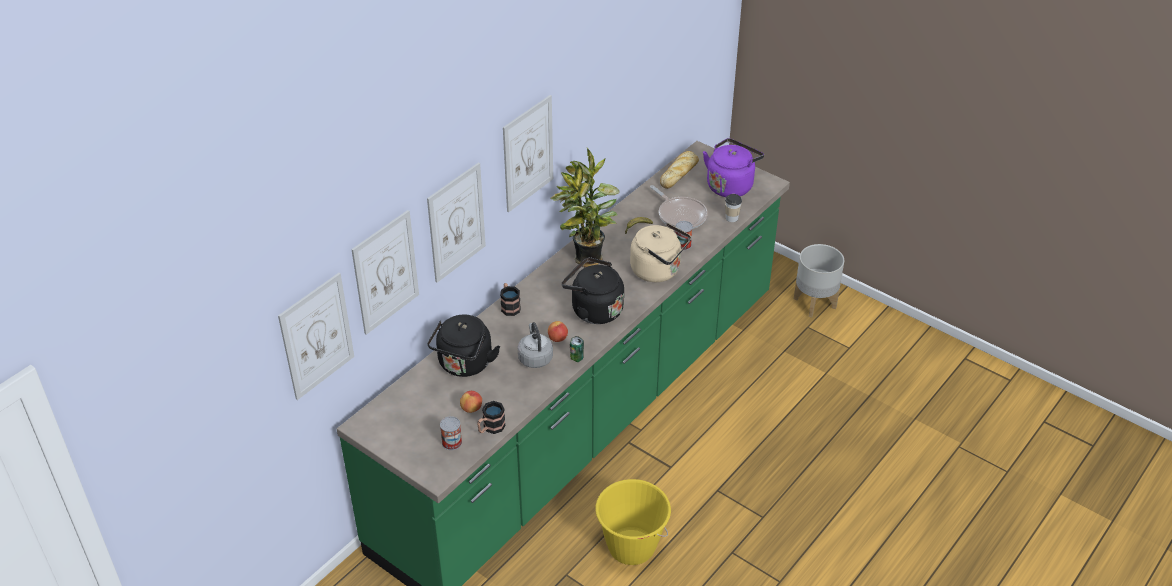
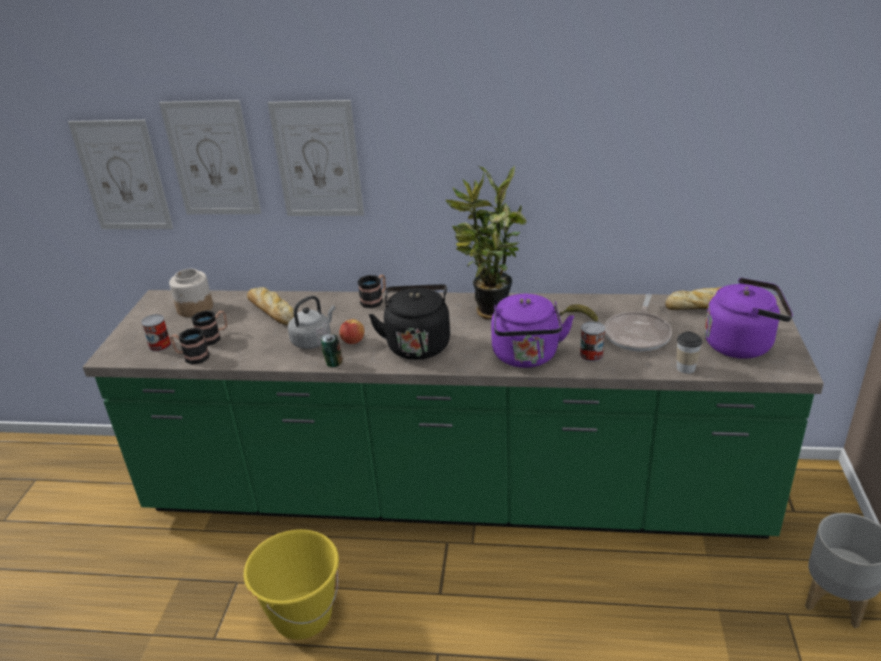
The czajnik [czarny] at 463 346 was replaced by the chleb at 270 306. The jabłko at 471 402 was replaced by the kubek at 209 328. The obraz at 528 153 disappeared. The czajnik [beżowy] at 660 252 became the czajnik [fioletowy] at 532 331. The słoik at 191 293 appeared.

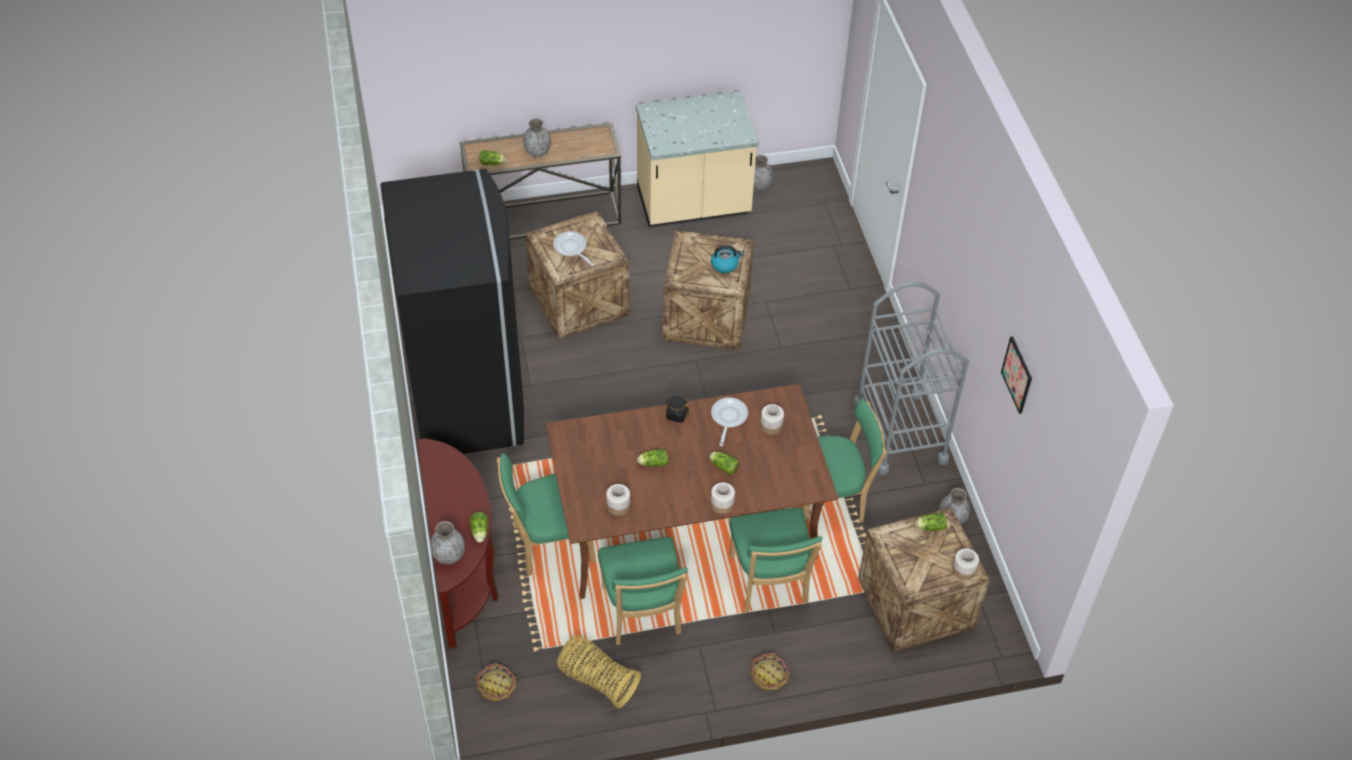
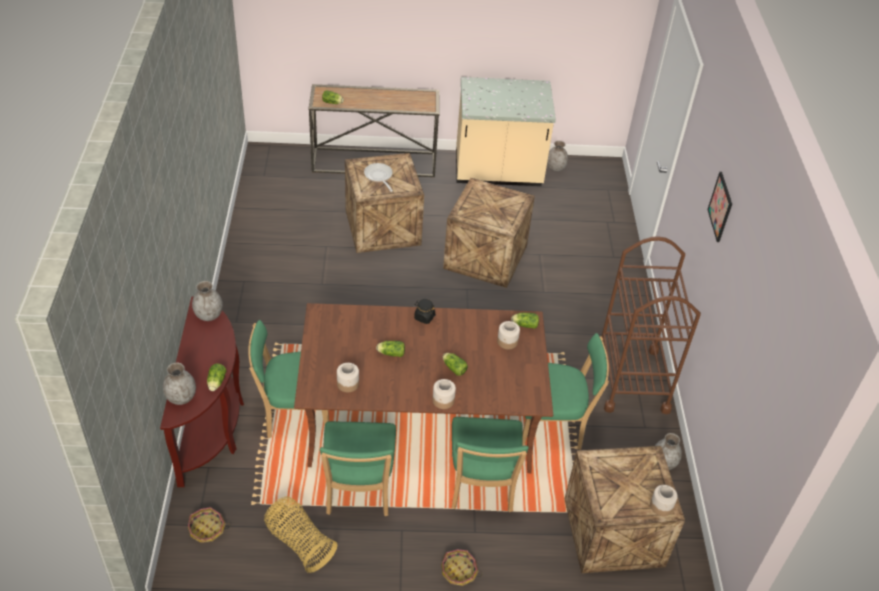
The lodówka [czarny] at 452 311 disappeared. The wazon [szary] moved from 537 137 to 207 301. The czajnik at 727 259 disappeared. The patelnia at 729 421 disappeared. The wózek [szary] at 911 378 became the wózek [brązowy] at 651 325. The sałata moved from 931 522 to 525 321. The obraz moved from 1016 375 to 719 207.

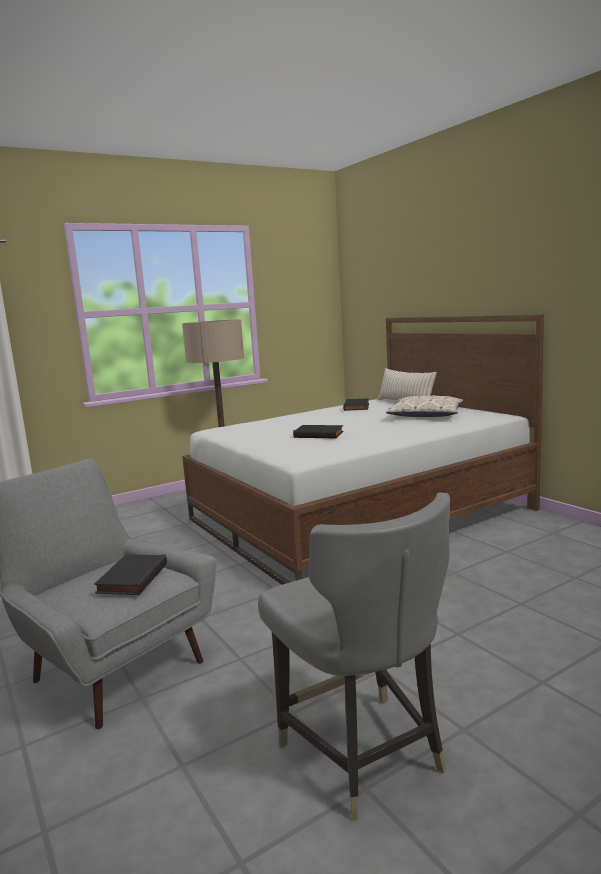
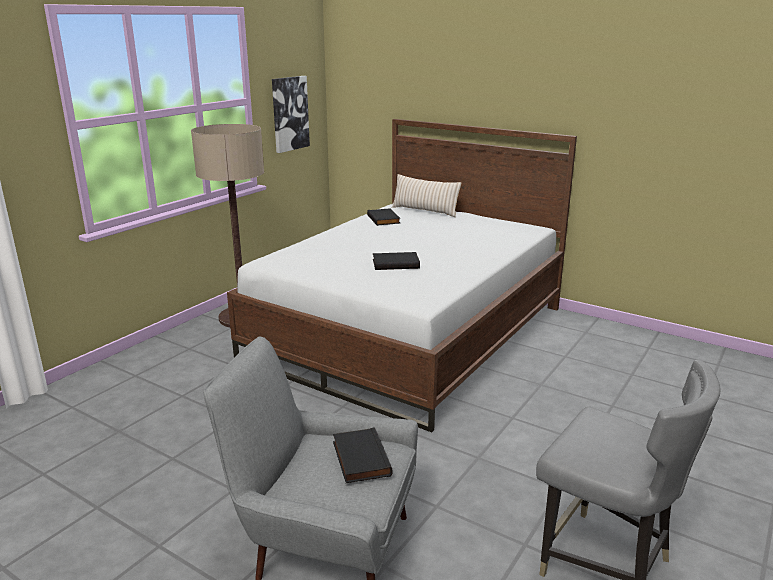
The poduszka at 425 406 disappeared. The obraz at 291 114 appeared.

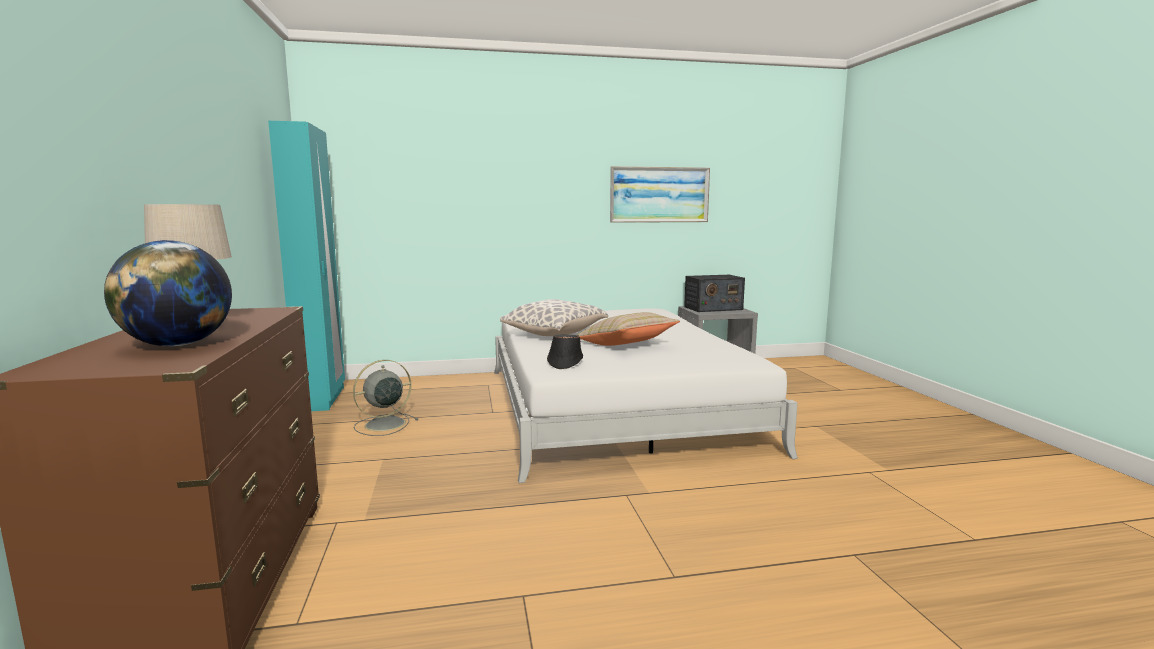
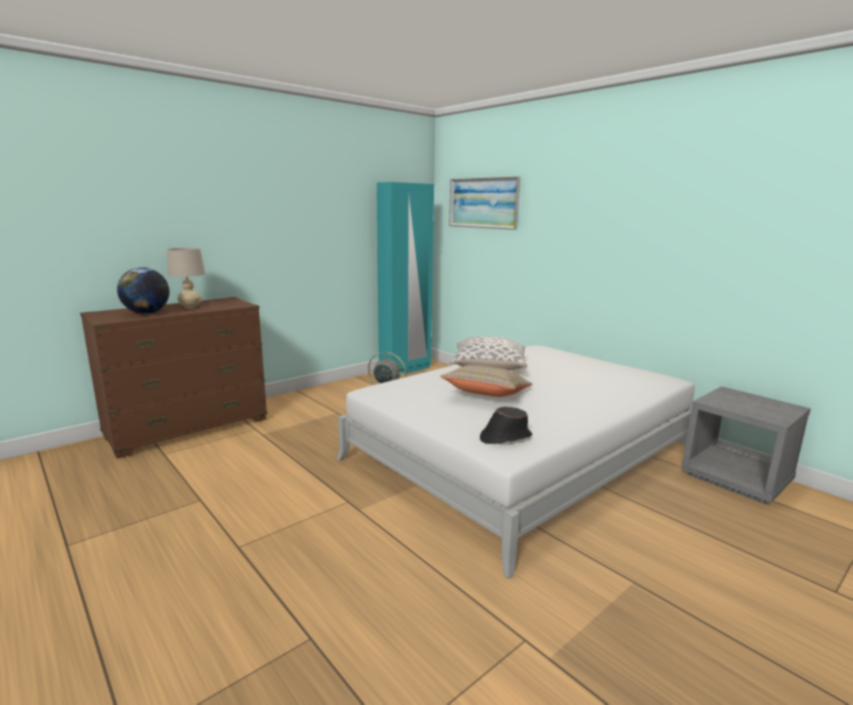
The kapelusz [czarny] moved from 565 351 to 506 425. The obraz moved from 660 194 to 485 203. The radio at 714 293 disappeared.

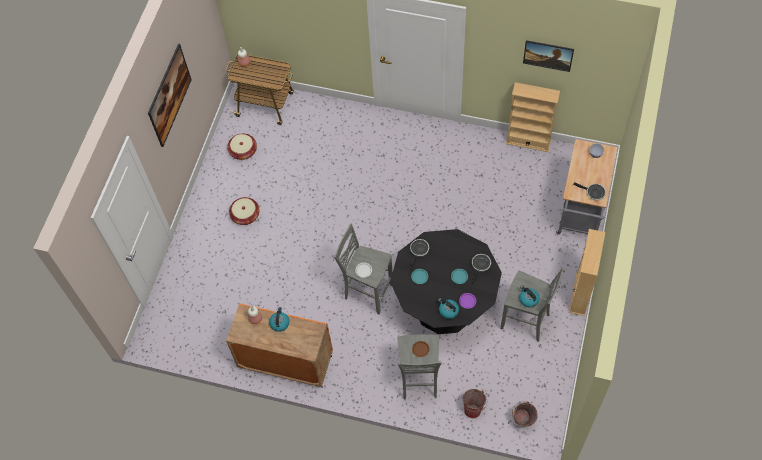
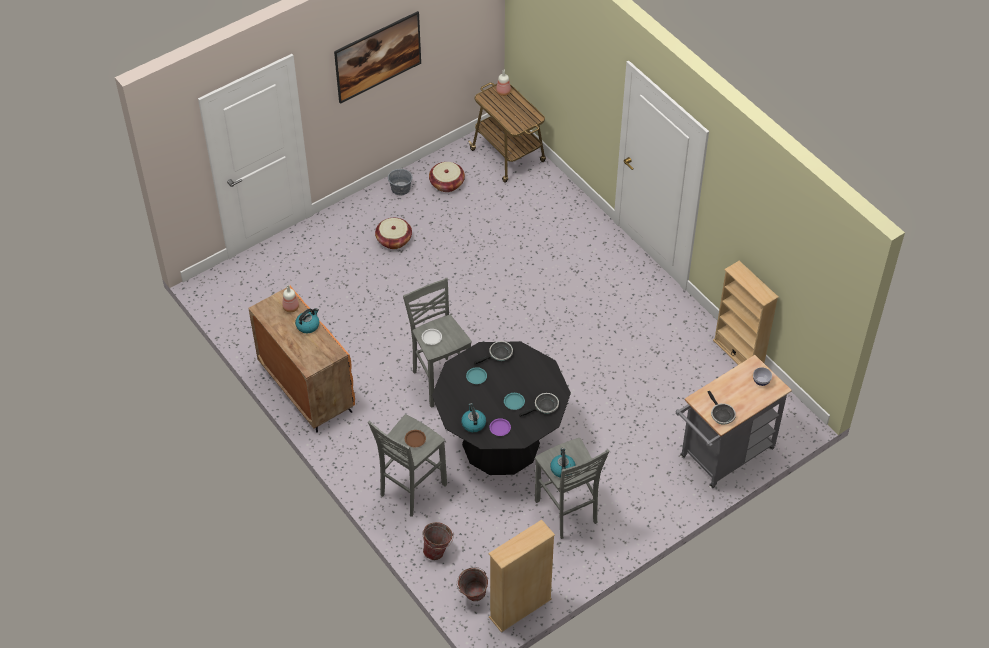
The obraz at 548 56 disappeared. The regał [beżowy] moved from 587 272 to 522 576. The wiadro [szary] at 400 180 appeared.

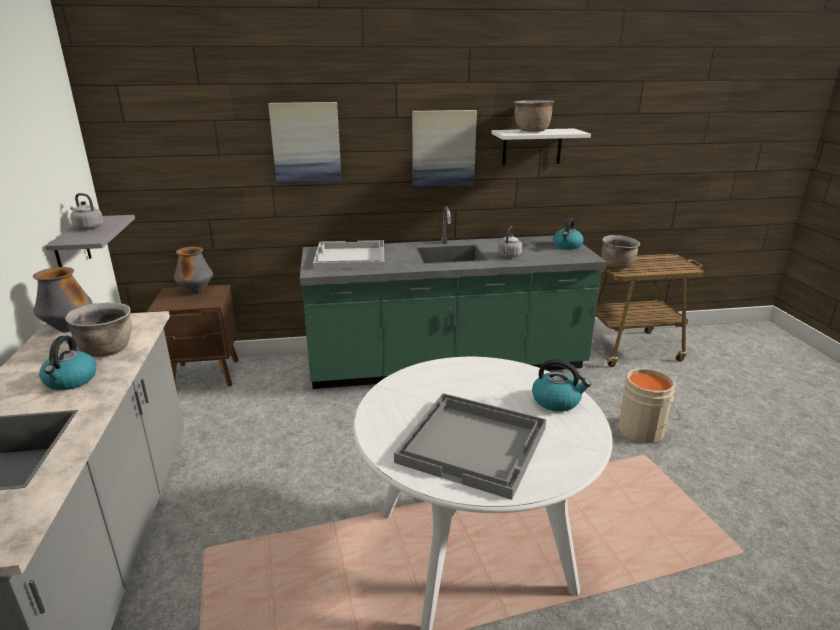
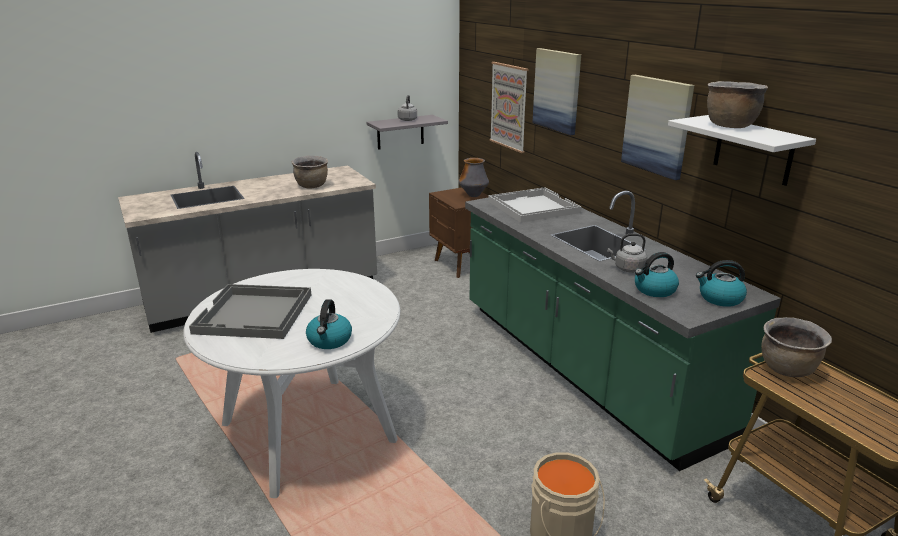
The wazon at 62 299 disappeared. The czajnik moved from 68 363 to 657 274. The obraz at 508 107 appeared.

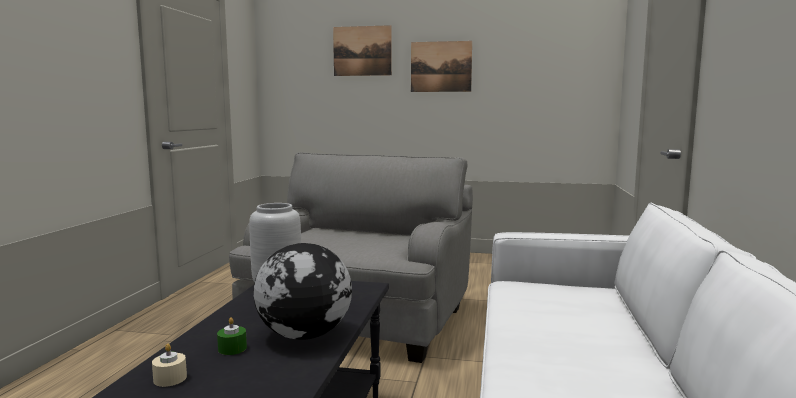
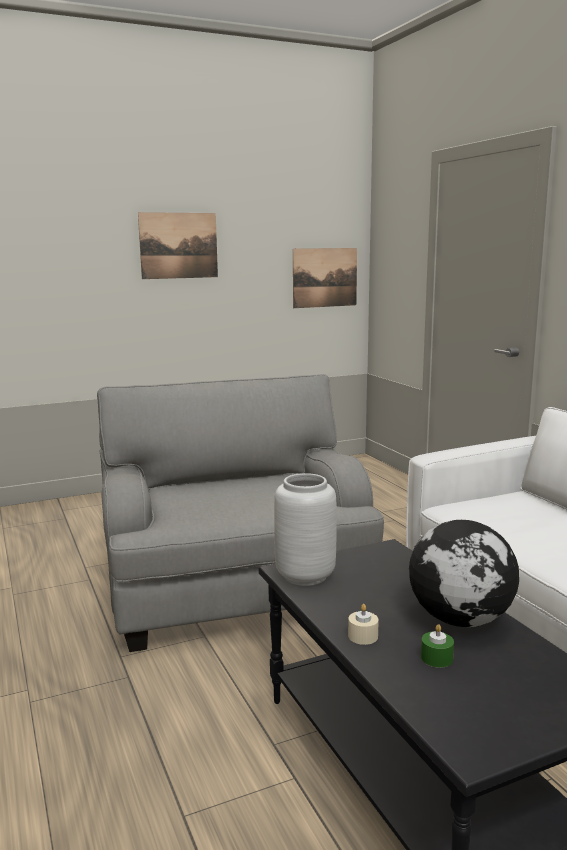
The świeca [beżowy] moved from 169 365 to 363 624. The obraz moved from 362 50 to 325 278.

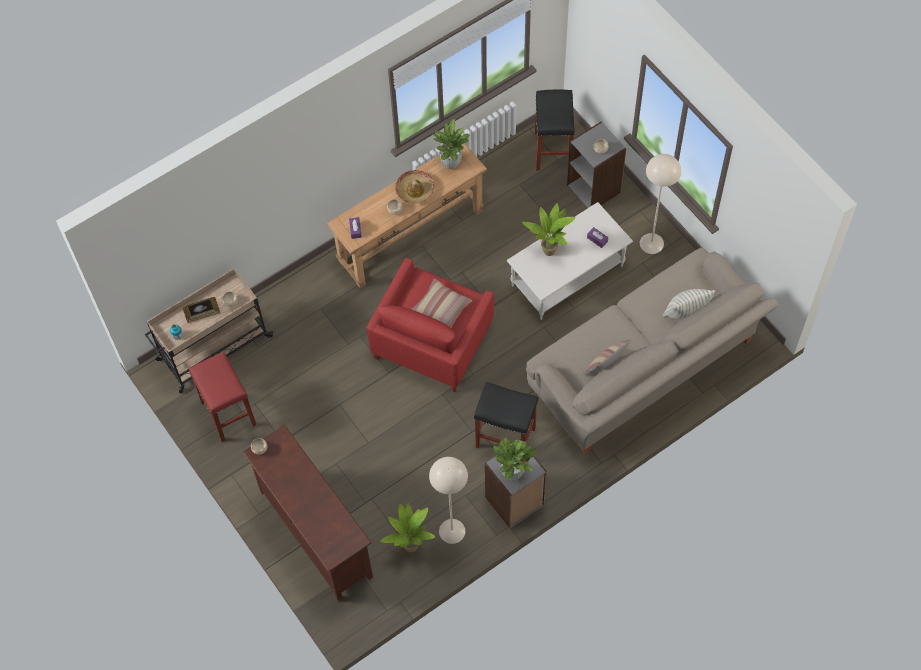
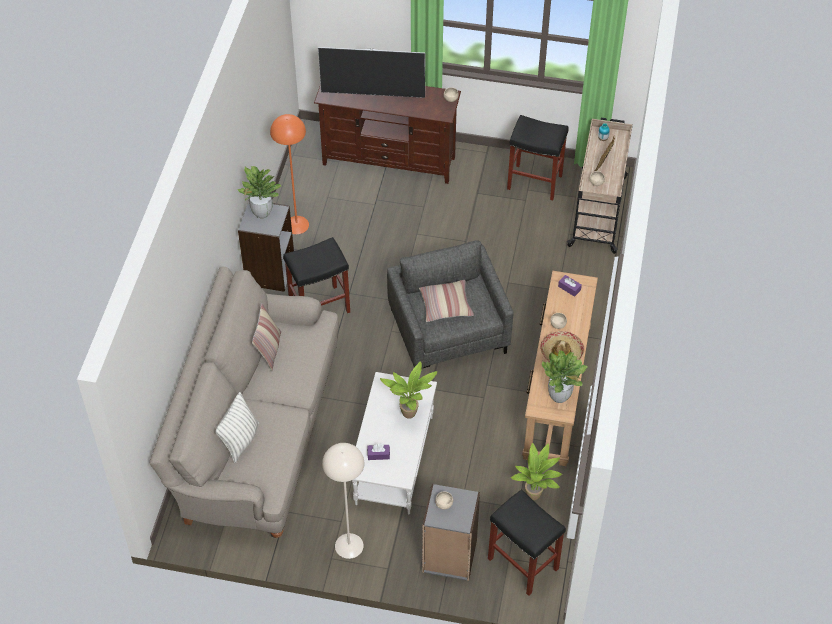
The stołek [czerwony] at 222 397 became the stołek [czarny] at 538 157. The fotel [czerwony] at 430 325 became the fotel [szary] at 450 304. The roślina doniczkowa moved from 407 527 to 536 471. The lampa stojąca [beżowy] at 448 500 became the lampa stojąca [pomarańczowy] at 289 174. The telewizor at 371 72 appeared.

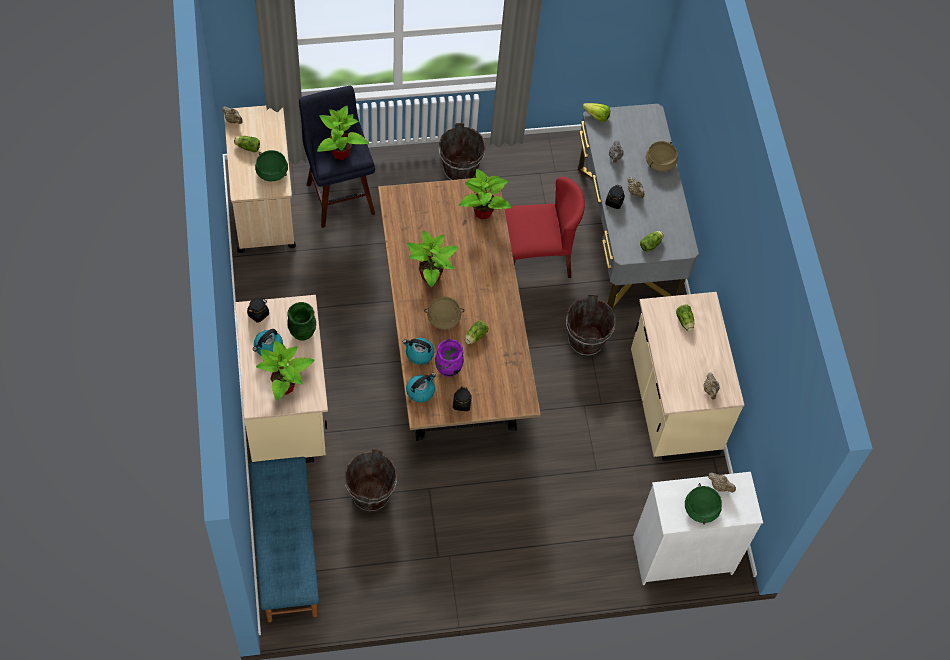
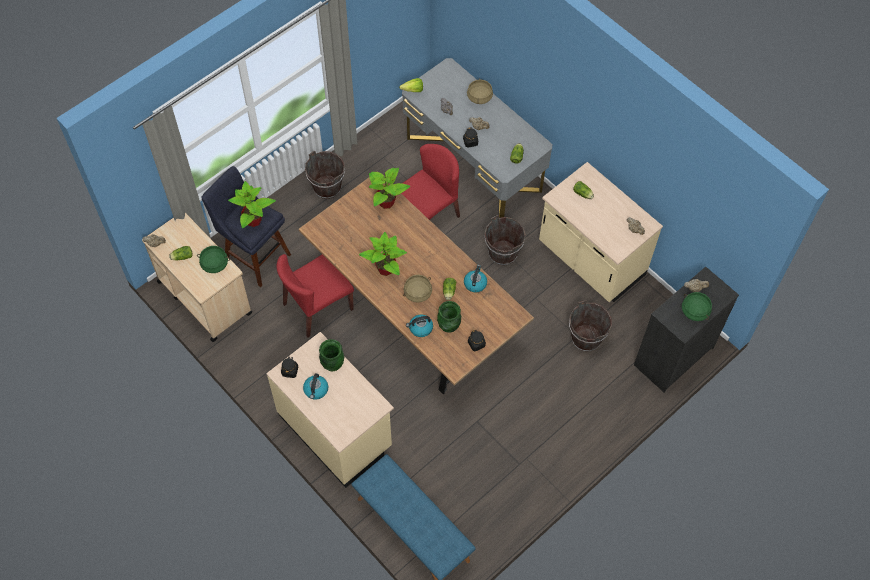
The roślina doniczkowa at 285 370 disappeared. The wiadro [brązowy] moved from 370 479 to 590 325. The czajnik moved from 421 387 to 475 279. The wazon [fioletowy] at 449 358 became the wazon [zielony] at 449 317. The komoda [biały] at 698 528 became the komoda [czarny] at 686 330. The krzesło [czerwony] at 315 296 appeared.

